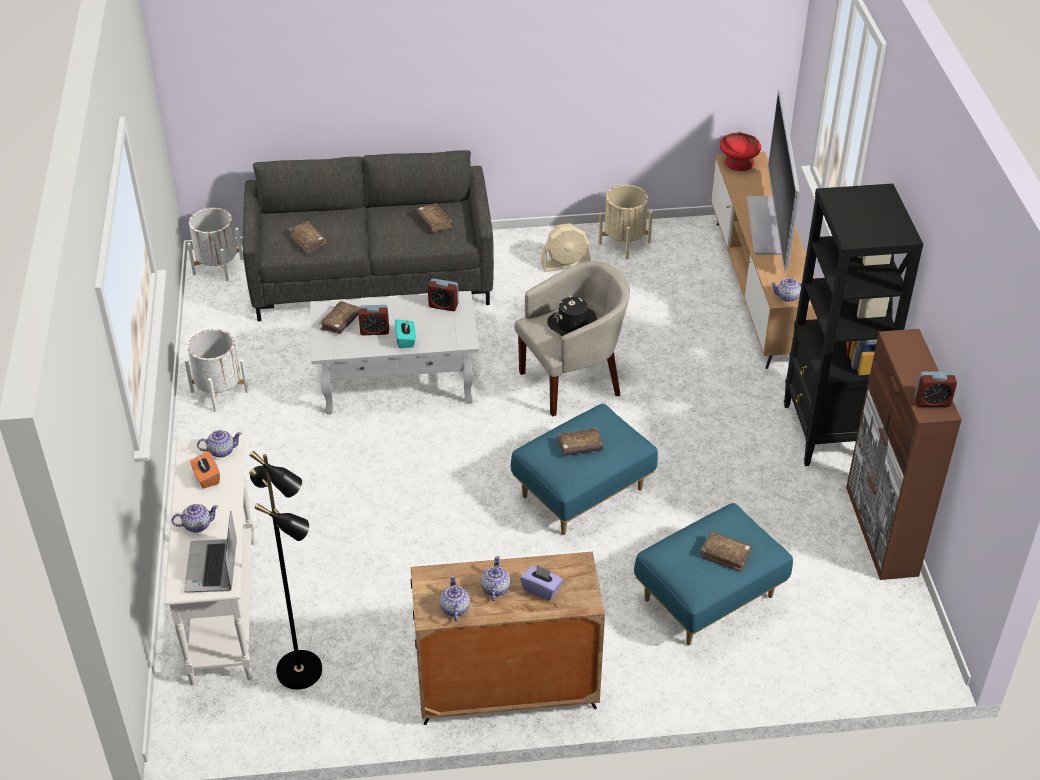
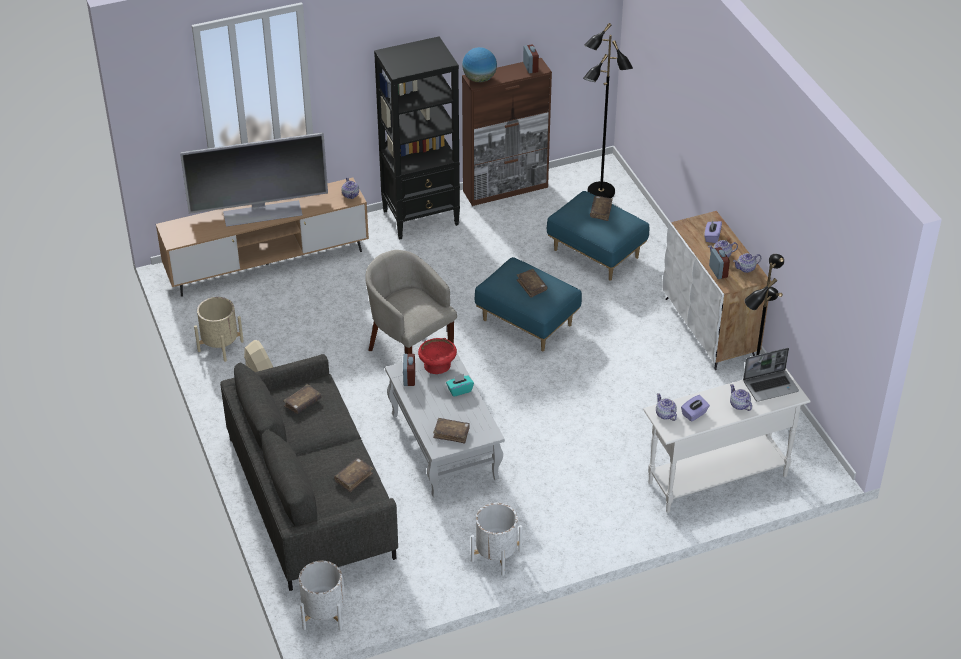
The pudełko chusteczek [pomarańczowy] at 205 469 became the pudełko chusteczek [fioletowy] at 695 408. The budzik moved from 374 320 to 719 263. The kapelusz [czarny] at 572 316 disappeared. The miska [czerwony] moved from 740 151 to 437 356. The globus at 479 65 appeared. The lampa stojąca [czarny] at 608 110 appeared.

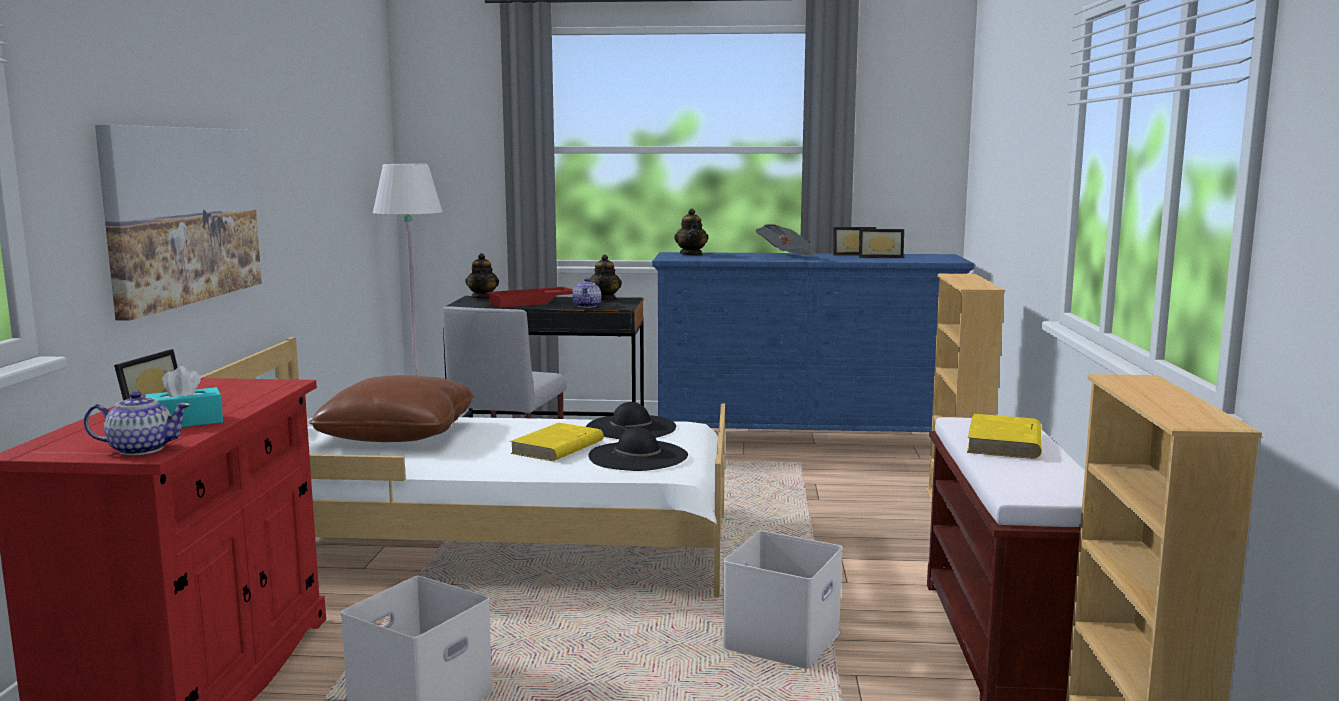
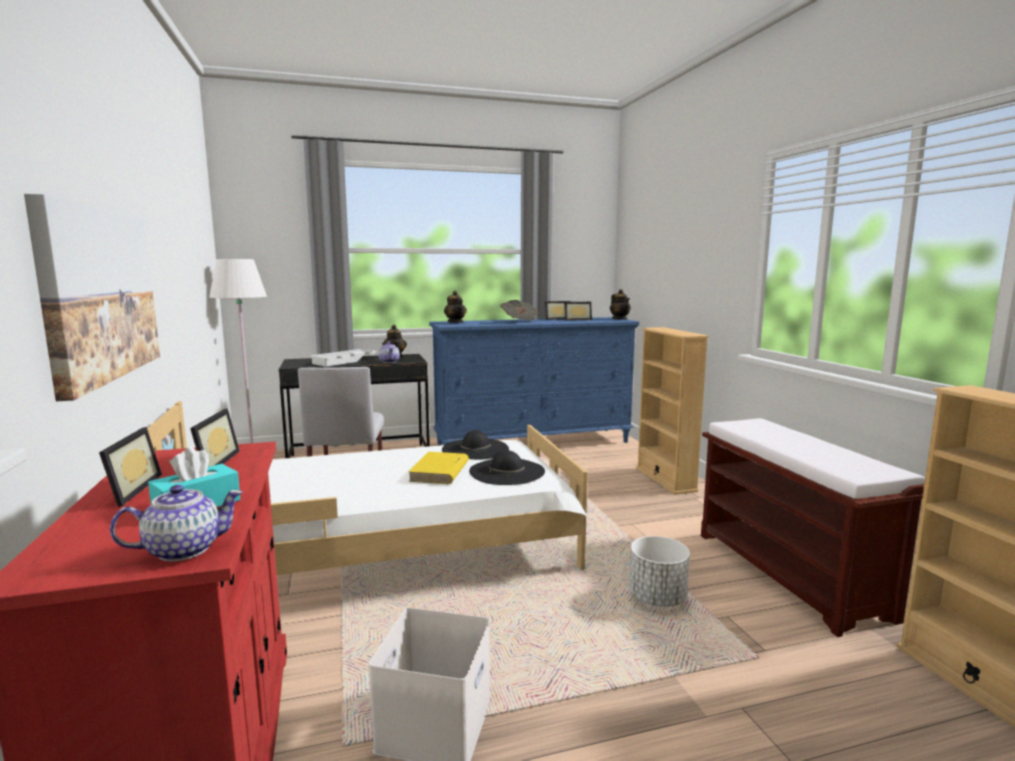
The poduszka [brązowy] at 391 408 disappeared. The imbryk moved from 482 276 to 620 304. The taca [czerwony] at 529 297 became the taca [biały] at 343 358. The pojemnik do przechowywania [biały] at 783 600 was replaced by the donica [biały] at 659 571. The książka [żółty] at 1004 436 disappeared. The ramka na zdjęcie at 215 438 appeared.

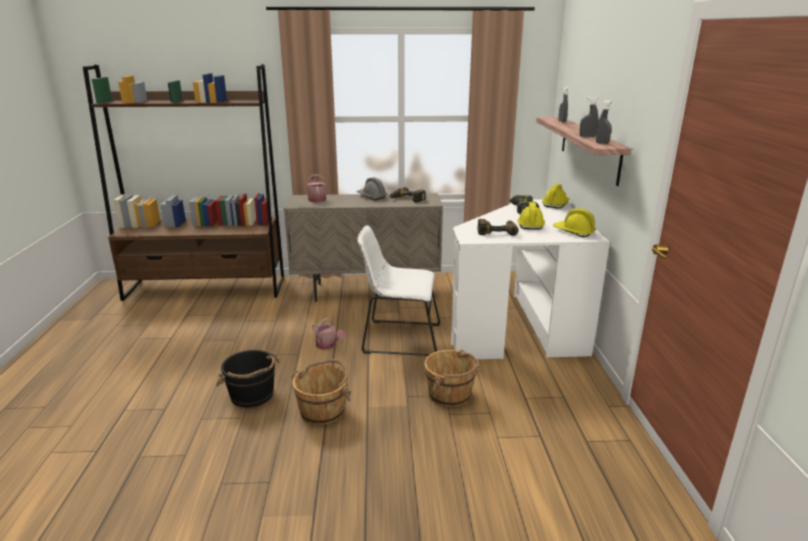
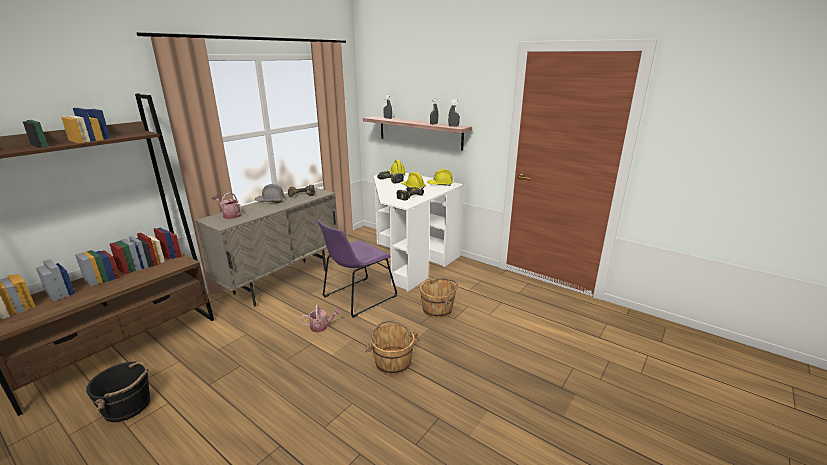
The wiadro [czarny] moved from 248 378 to 118 391. The krzesło [biały] at 399 290 became the krzesło [fioletowy] at 357 269.

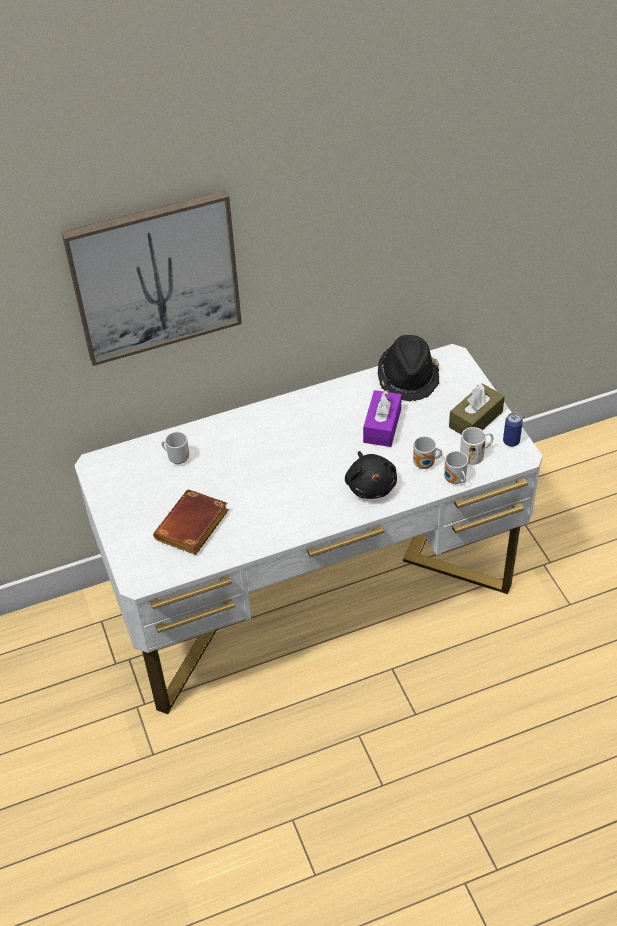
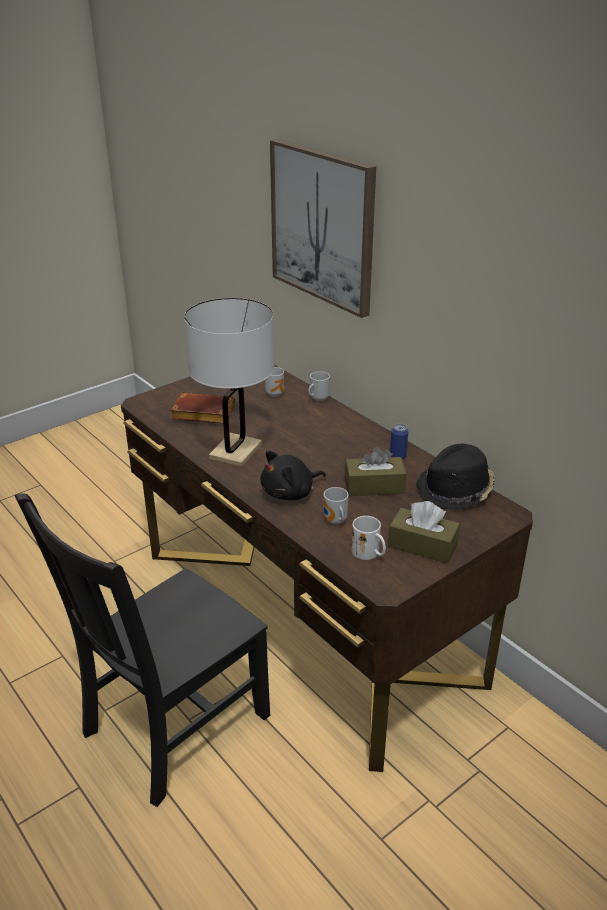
The biurko [biały] at 308 529 became the biurko [brązowy] at 327 568. The pudełko chusteczek [fioletowy] at 382 418 became the pudełko chusteczek [brązowy] at 375 471. The kubek moved from 456 467 to 319 386. The puszka moved from 513 429 to 399 441. The krzesło [czarny] at 142 650 appeared. The lampa stołowa [biały] at 229 382 appeared.

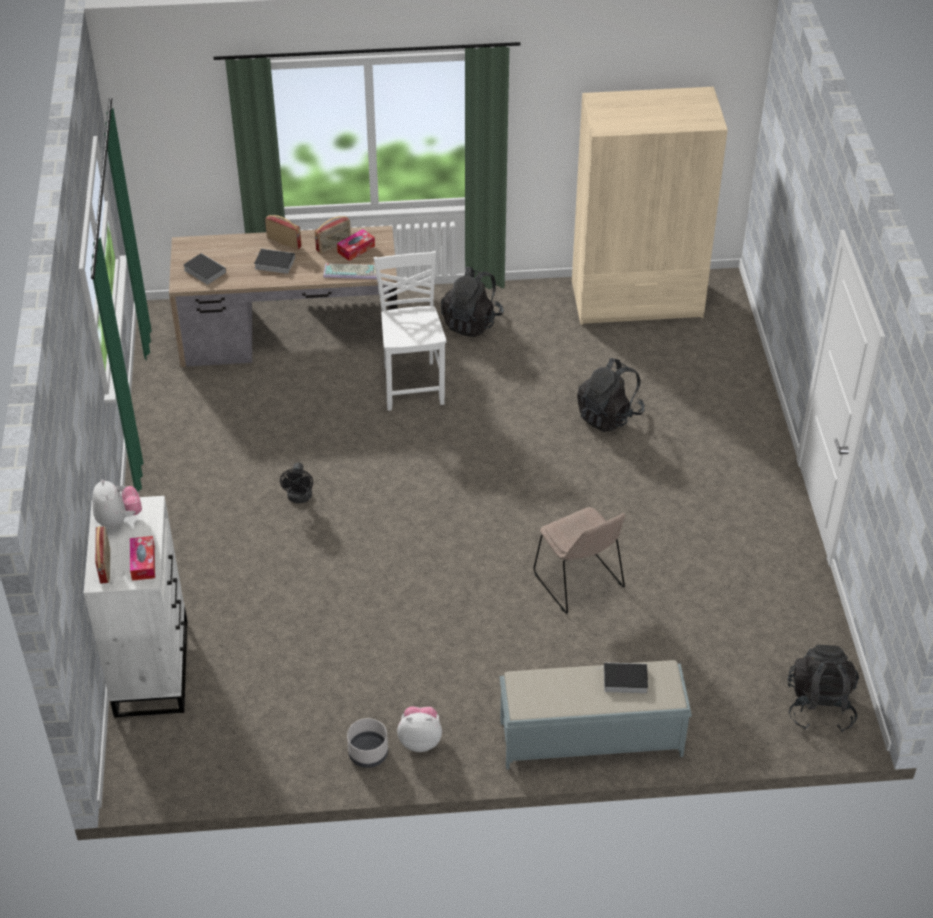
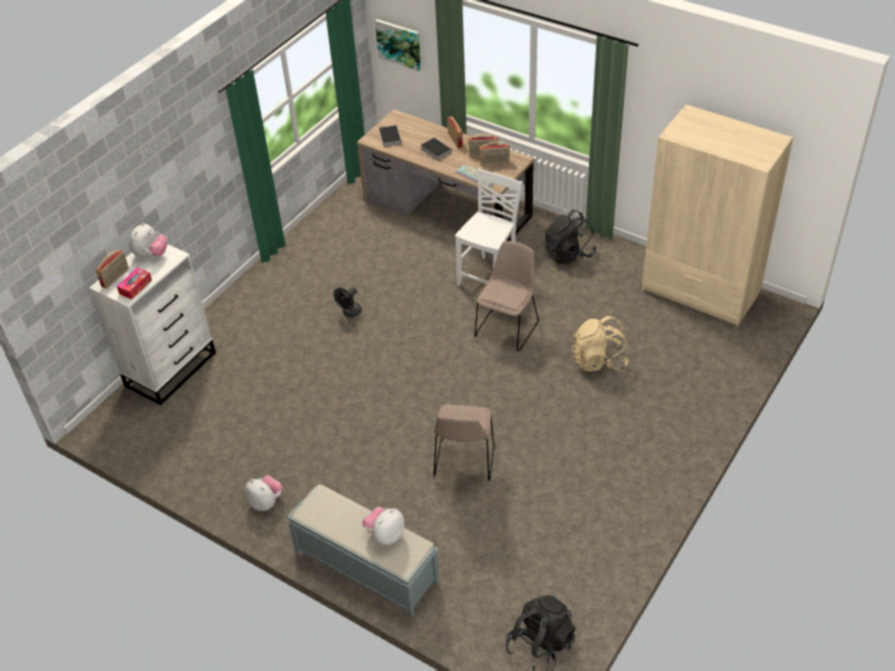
The pudełko chusteczek at 356 245 was replaced by the radio at 494 154. The donica [szary] at 367 743 disappeared. The plecak [czarny] at 611 395 became the plecak [beżowy] at 599 344. The książka at 621 677 was replaced by the pluszak at 383 526. The obraz at 398 45 appeared. The krzesło [beżowy] at 507 296 appeared.

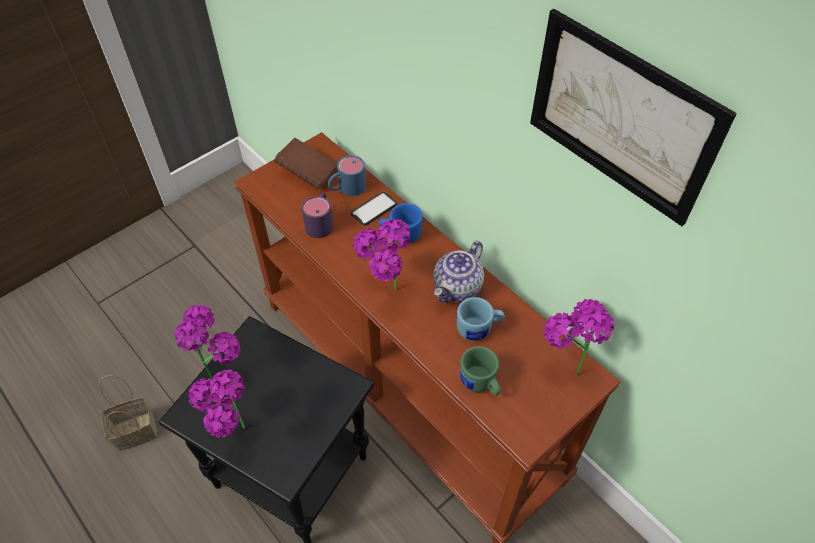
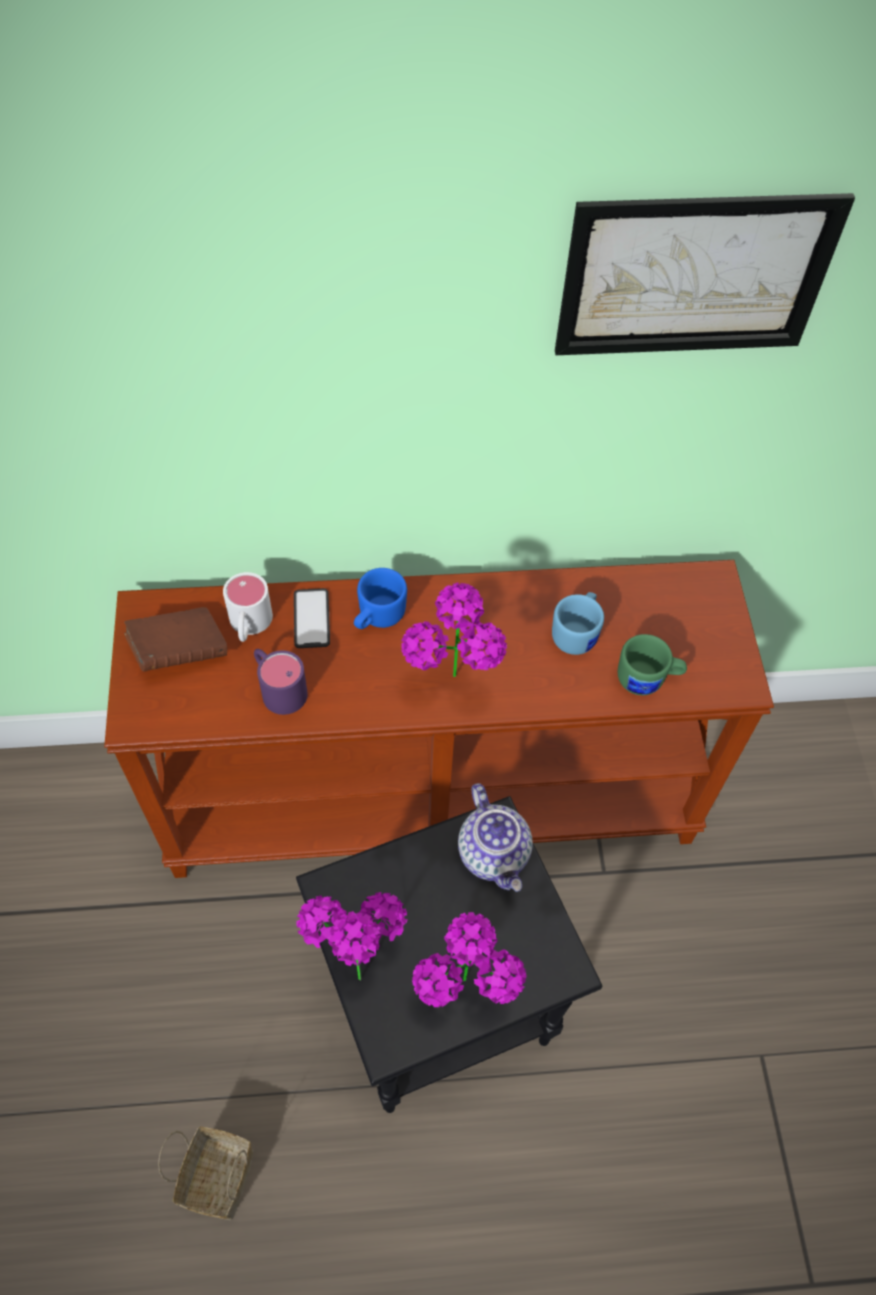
The kubek [niebieski] at 347 175 became the kubek [biały] at 248 607. The imbryk moved from 458 272 to 495 837. The roślina doniczkowa at 579 337 disappeared.

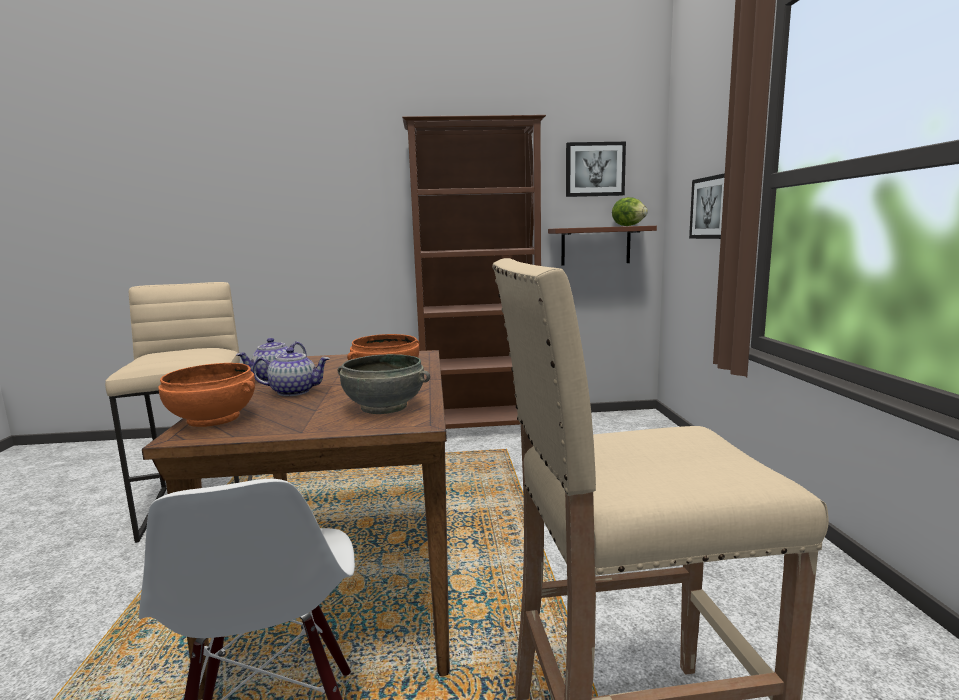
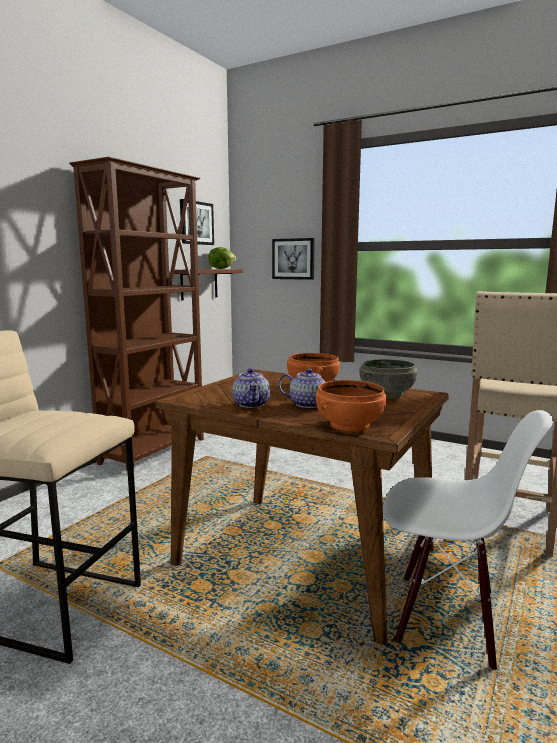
The imbryk at 291 372 turned 75 degrees clockwise.

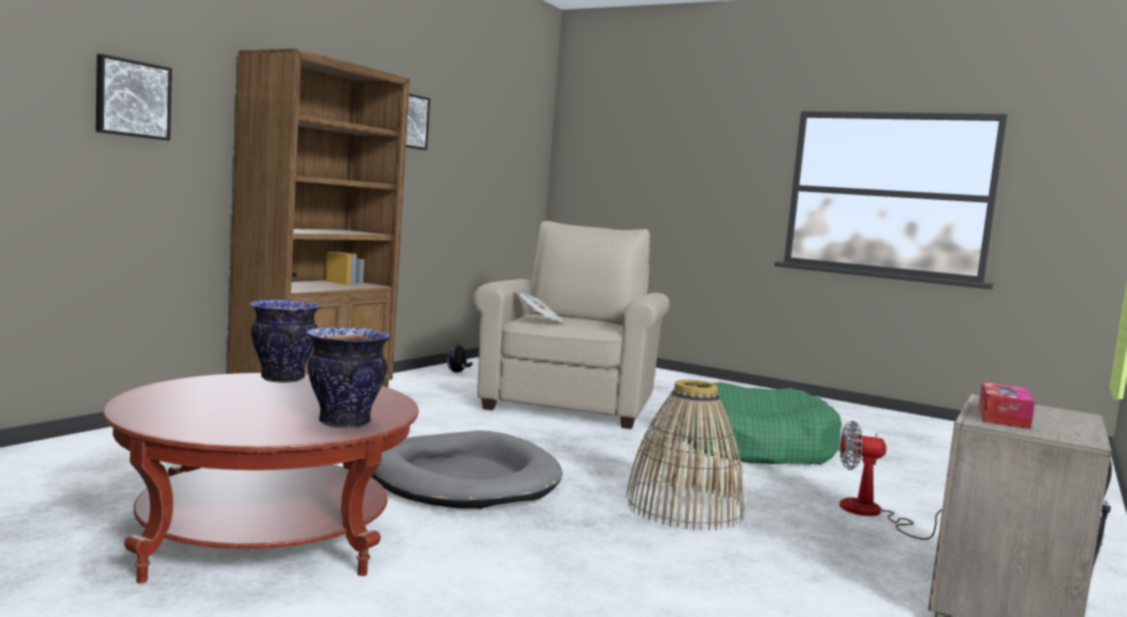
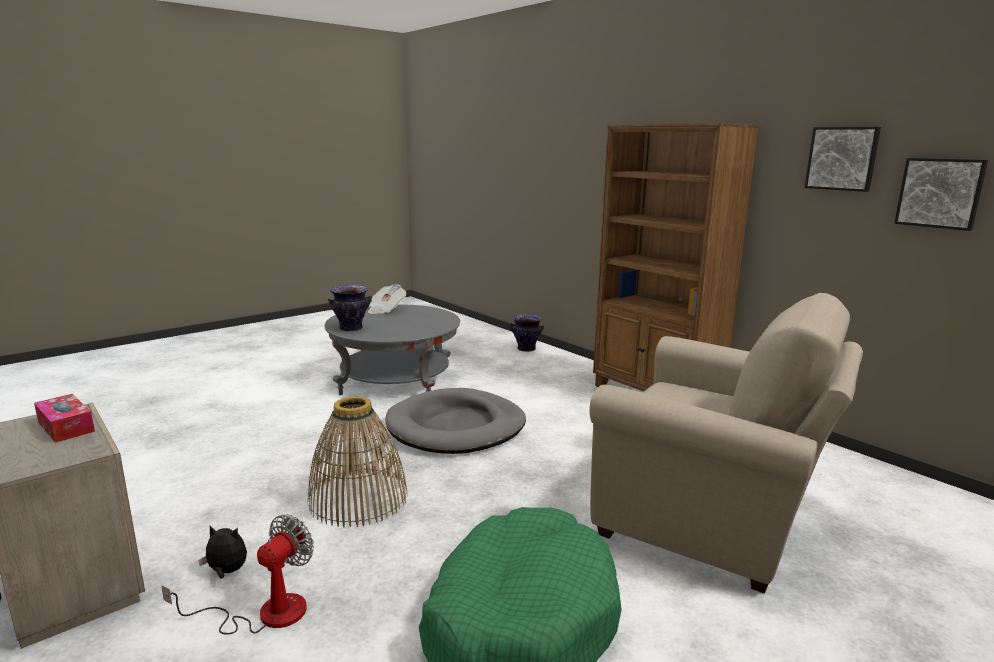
The obraz moved from 134 97 to 941 194. The ława [czerwony] at 261 478 became the ława [szary] at 392 350. The wazon moved from 285 341 to 527 333. The pluszak moved from 459 357 to 222 552. The gazeta moved from 540 307 to 387 299.

